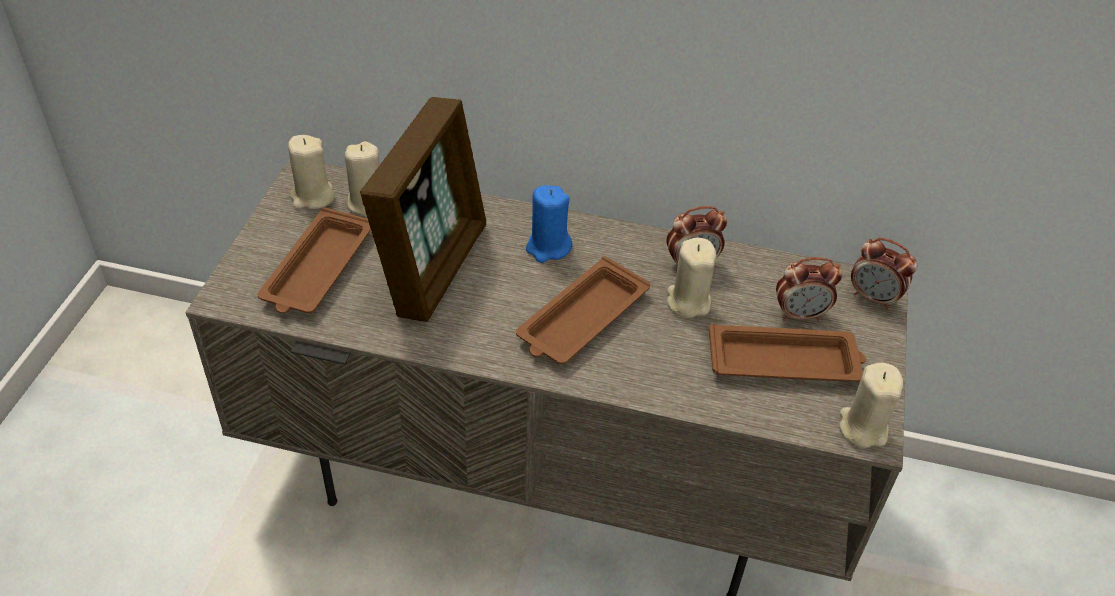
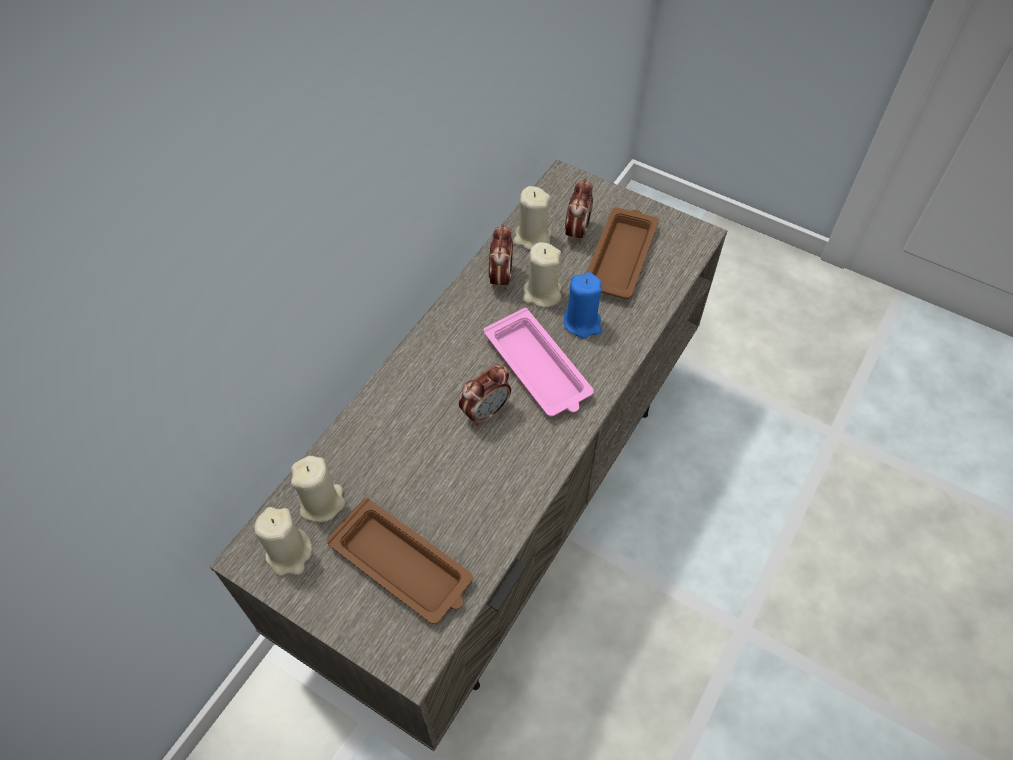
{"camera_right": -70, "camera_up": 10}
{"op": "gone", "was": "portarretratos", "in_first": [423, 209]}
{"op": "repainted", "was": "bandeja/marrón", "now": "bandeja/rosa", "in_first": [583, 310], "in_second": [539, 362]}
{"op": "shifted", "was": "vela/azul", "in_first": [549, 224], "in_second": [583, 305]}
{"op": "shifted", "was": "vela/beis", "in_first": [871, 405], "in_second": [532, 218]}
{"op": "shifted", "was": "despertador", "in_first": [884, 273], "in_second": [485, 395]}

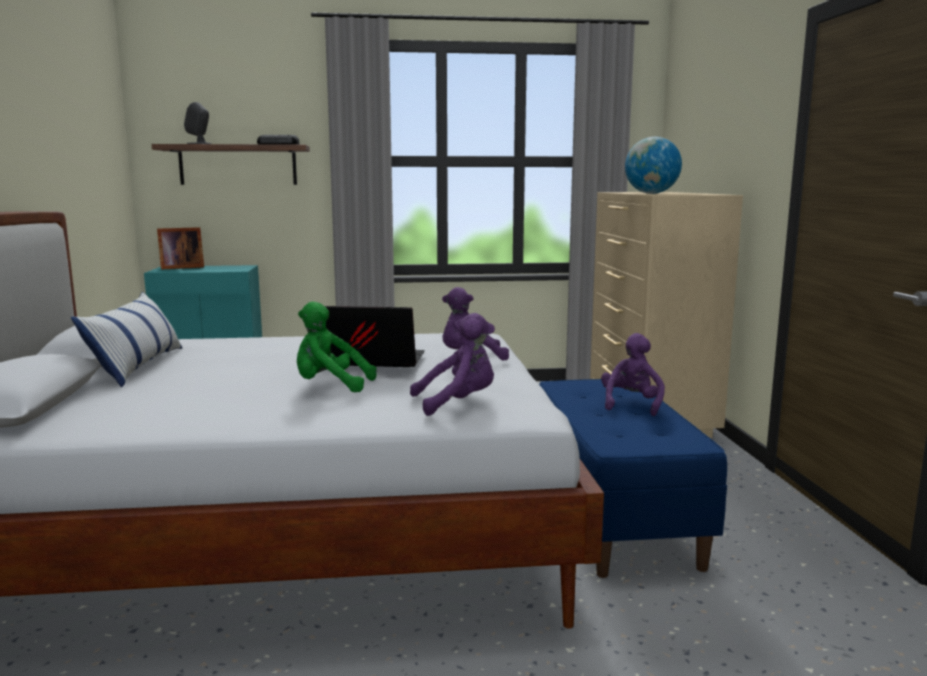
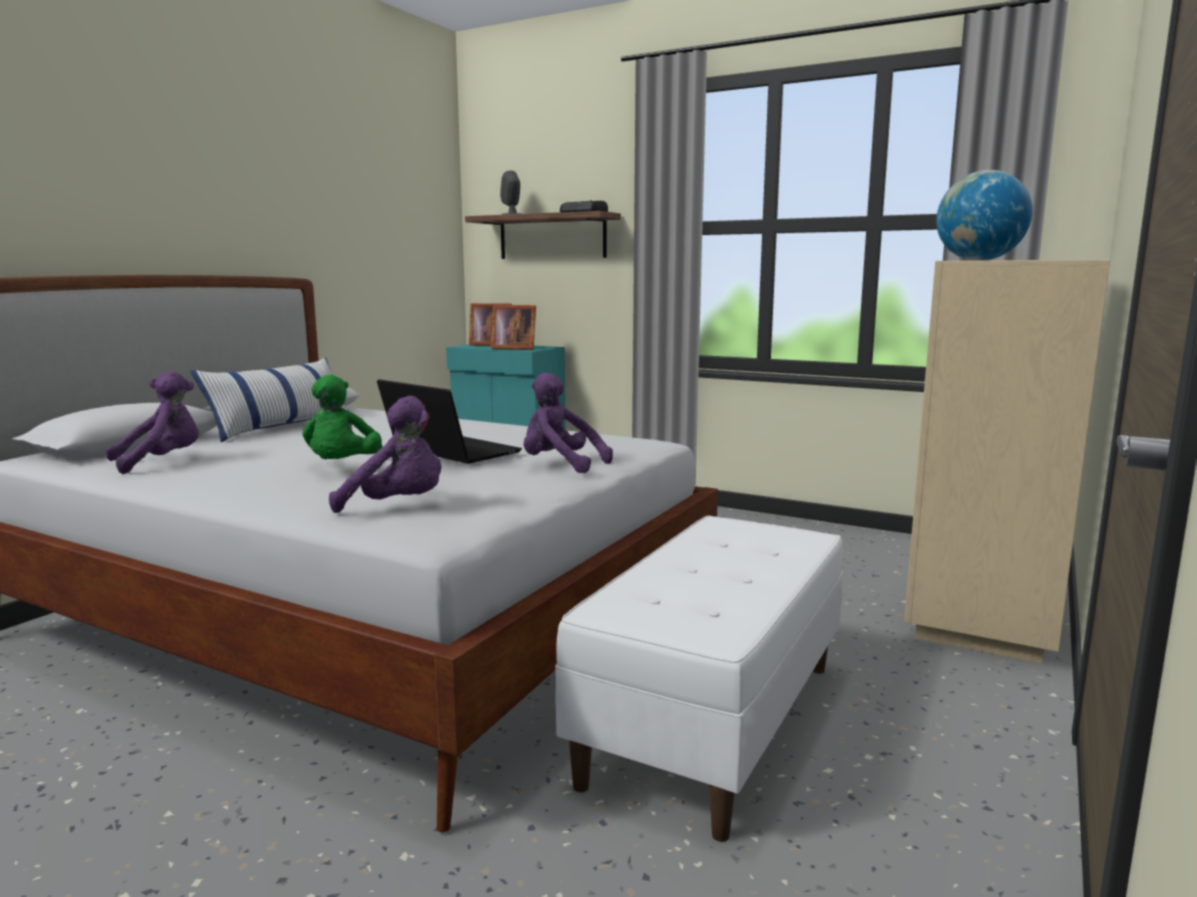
{"camera_right": 35, "camera_up": 0}
{"op": "rotated", "was": "peluche/verde", "in_first": [337, 346], "in_second": [342, 417], "clockwise": -135}
{"op": "repainted", "was": "banco/azul", "now": "banco/blanco", "in_first": [633, 478], "in_second": [699, 679]}
{"op": "shifted", "was": "peluche/morado", "in_first": [633, 374], "in_second": [152, 422]}
{"op": "new", "now": "portarretratos", "in_second": [513, 327]}

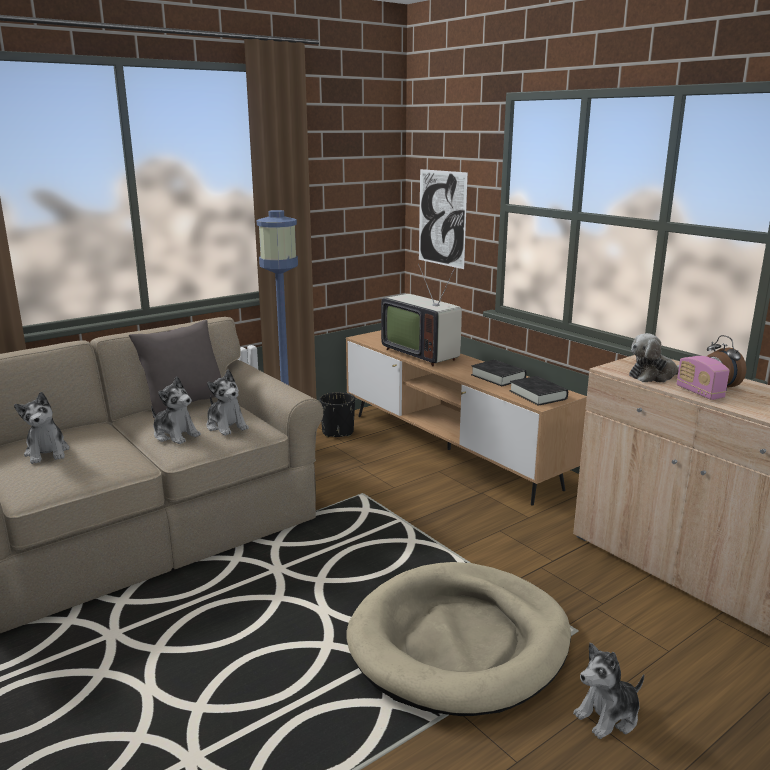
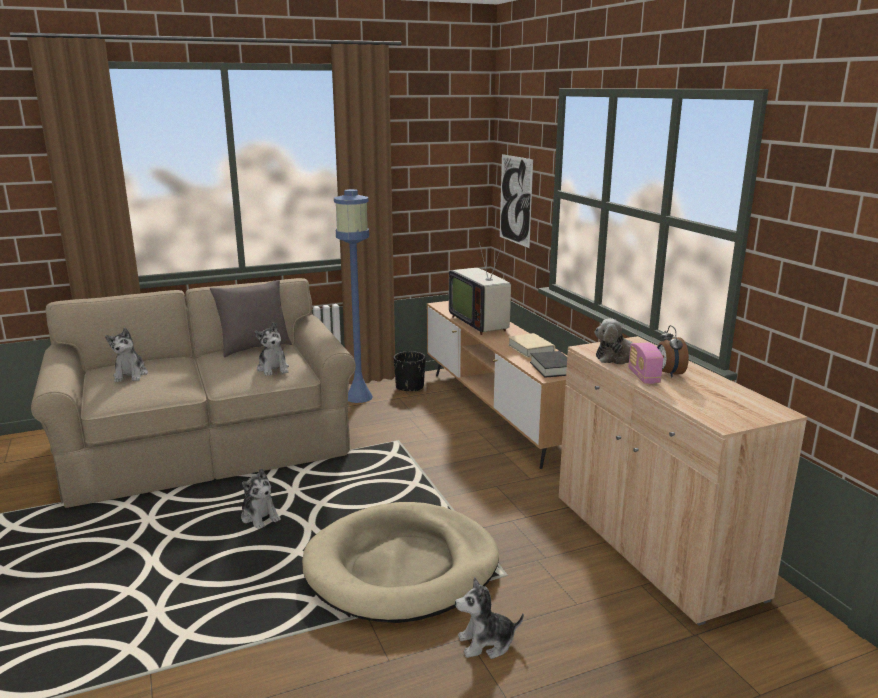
{"camera_right": 15, "camera_up": 0}
{"op": "shifted", "was": "peluche", "in_first": [176, 410], "in_second": [261, 498]}
{"op": "repainted", "was": "libro/negro", "now": "libro/beis", "in_first": [499, 373], "in_second": [531, 345]}

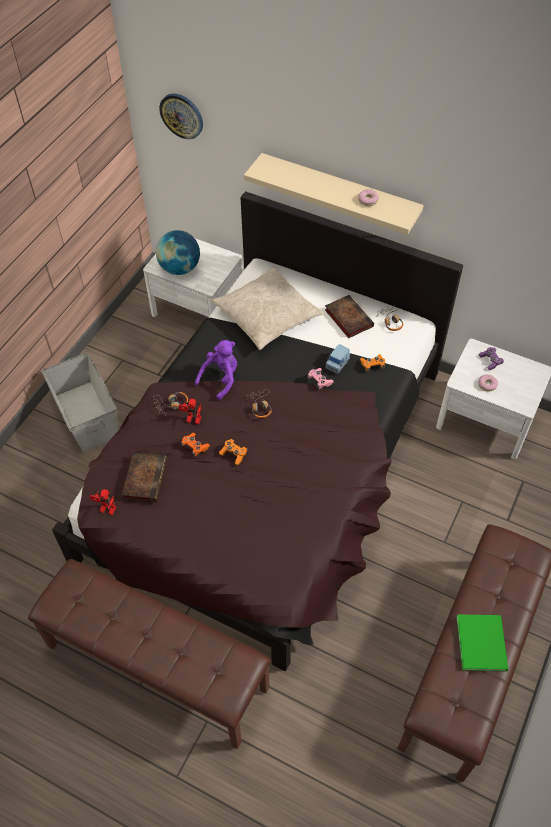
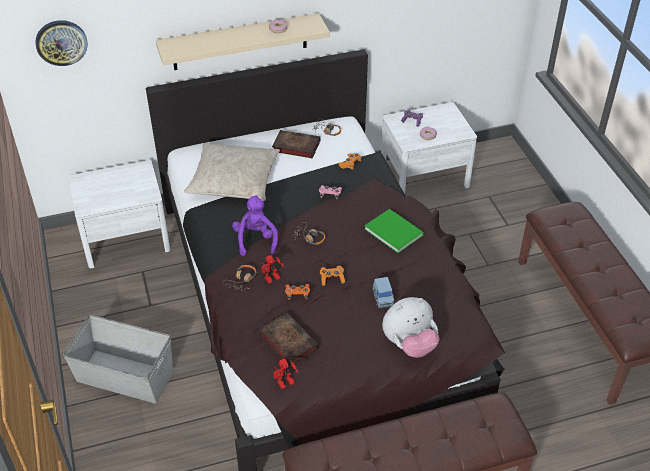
{"camera_right": -45, "camera_up": -10}
{"op": "gone", "was": "globo terráqueo", "in_first": [178, 252]}
{"op": "shifted", "was": "coche de juguete/azul", "in_first": [337, 359], "in_second": [383, 292]}
{"op": "shifted", "was": "libro/verde", "in_first": [482, 643], "in_second": [394, 231]}
{"op": "new", "now": "peluche", "in_second": [410, 327]}

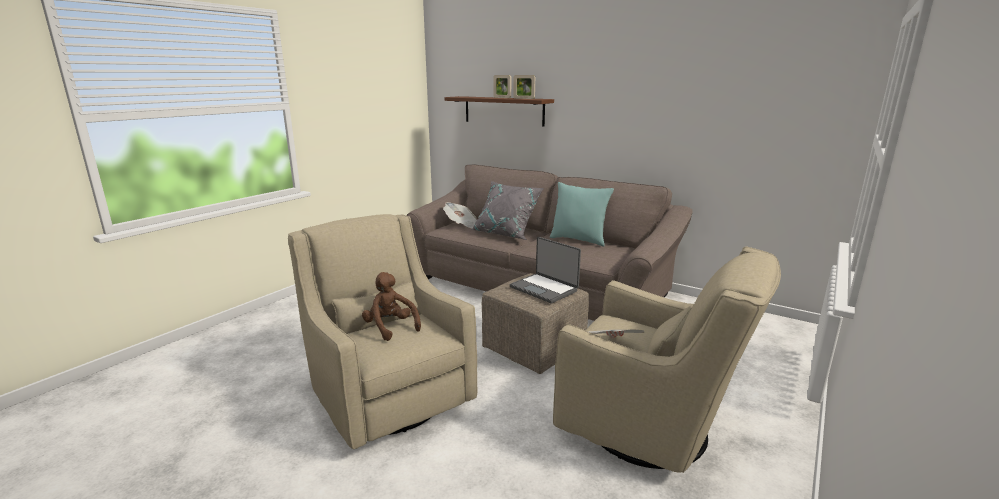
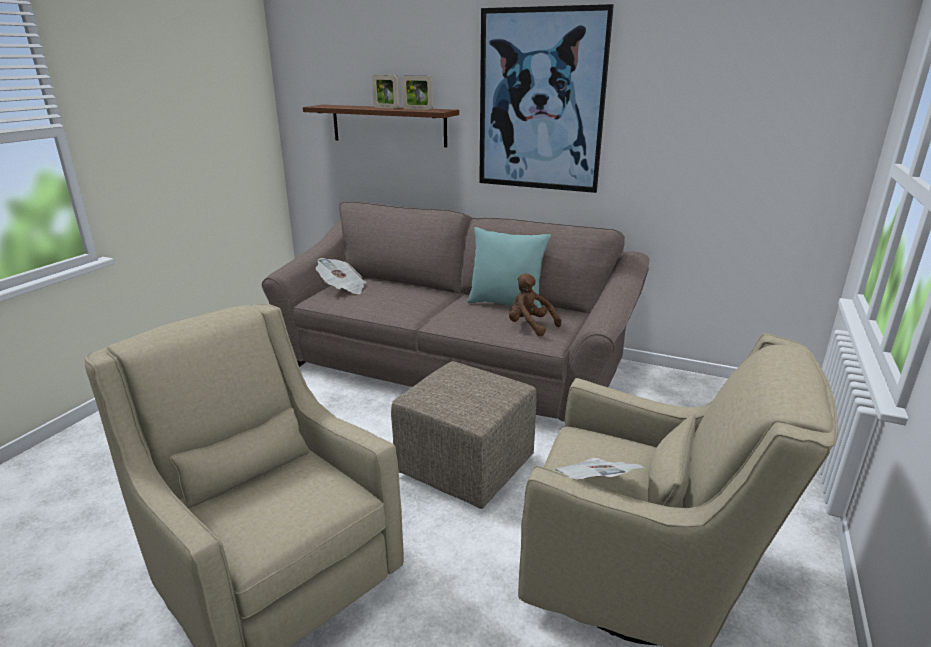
{"camera_right": -10, "camera_up": 5}
{"op": "shifted", "was": "peluche/marrón", "in_first": [391, 306], "in_second": [535, 304]}
{"op": "gone", "was": "cojín/gris", "in_first": [507, 210]}
{"op": "gone", "was": "portátil", "in_first": [545, 270]}
{"op": "new", "now": "cuadro", "in_second": [546, 98]}

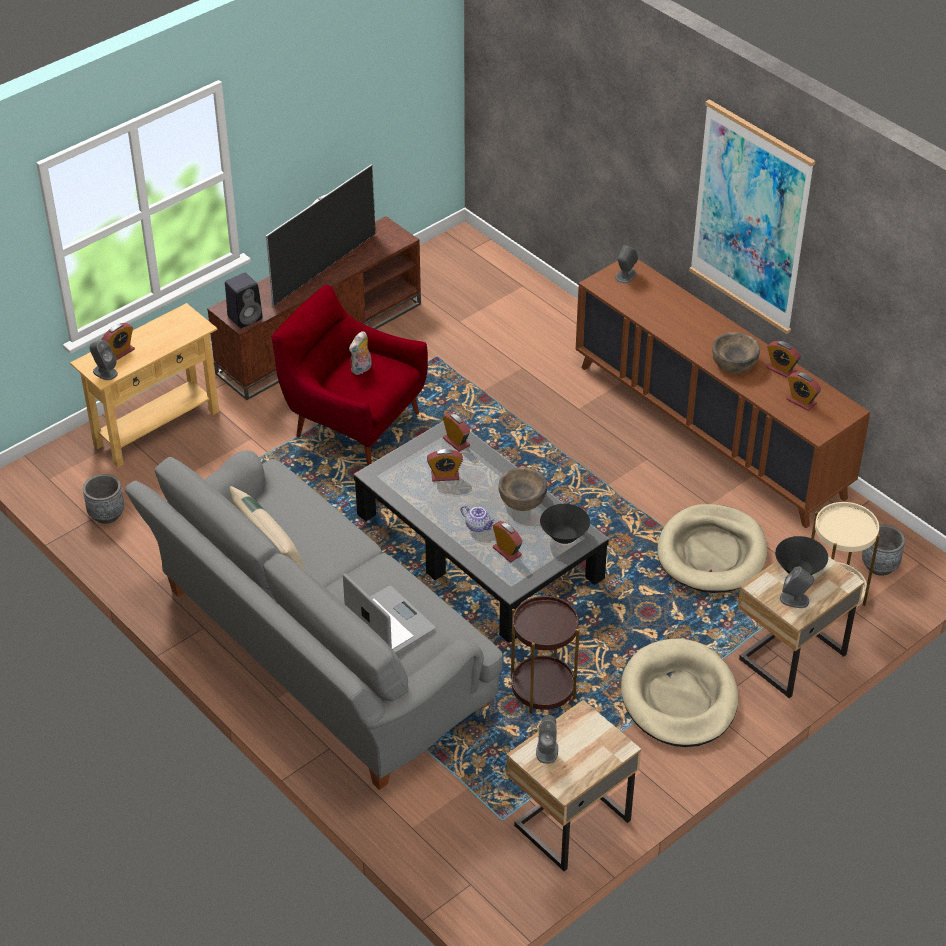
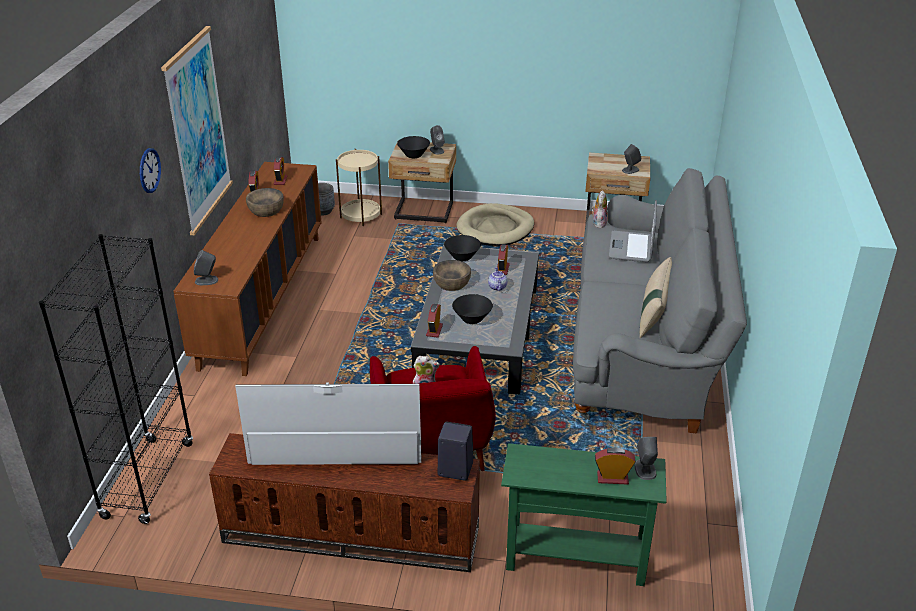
{"camera_right": -130, "camera_up": -10}
{"op": "repainted", "was": "mesa consola/beis", "now": "mesa consola/verde", "in_first": [144, 385], "in_second": [584, 514]}
{"op": "gone", "was": "maceta/gris", "in_first": [103, 499]}
{"op": "swapped", "was": "despertador", "now": "cuenco/negro", "in_first": [445, 465], "in_second": [472, 309]}
{"op": "gone", "was": "mesa auxiliar/marrón", "in_first": [545, 654]}
{"op": "gone", "was": "cama para perro/beis", "in_first": [712, 548]}
{"op": "new", "now": "estantería/negro", "in_second": [116, 379]}
{"op": "new", "now": "reloj de pared", "in_second": [150, 170]}
{"op": "new", "now": "peluche", "in_second": [599, 209]}

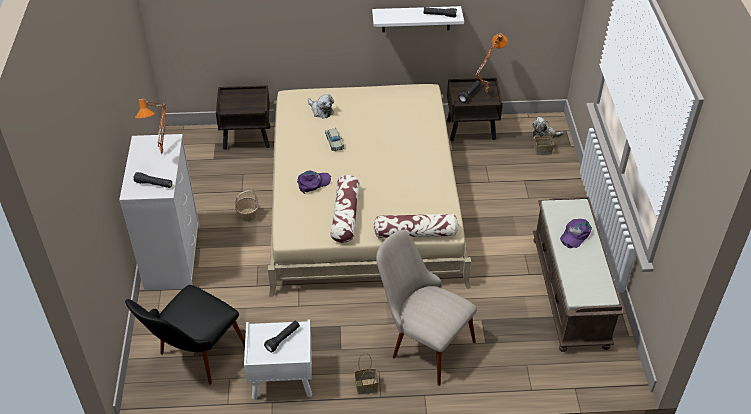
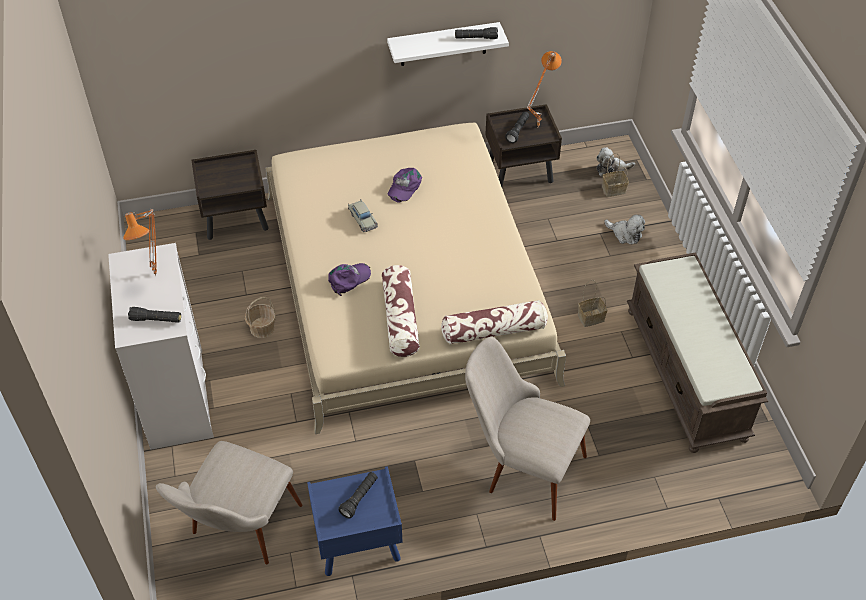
{"camera_right": -10, "camera_up": 5}
{"op": "repainted", "was": "silla/negro", "now": "silla/beis", "in_first": [185, 334], "in_second": [229, 503]}
{"op": "repainted", "was": "mesita de noche/blanco", "now": "mesita de noche/azul", "in_first": [278, 359], "in_second": [355, 521]}
{"op": "shifted", "was": "peluche", "in_first": [321, 106], "in_second": [625, 229]}
{"op": "shifted", "was": "cesta", "in_first": [366, 373], "in_second": [592, 303]}
{"op": "shifted", "was": "gorra/morado", "in_first": [576, 233], "in_second": [405, 185]}

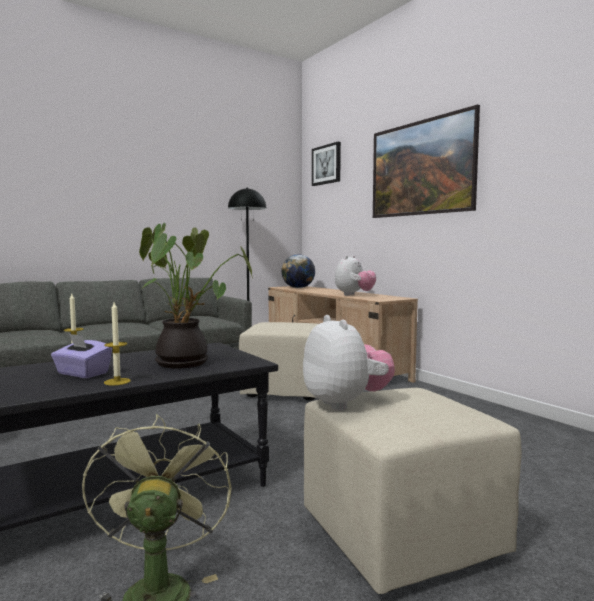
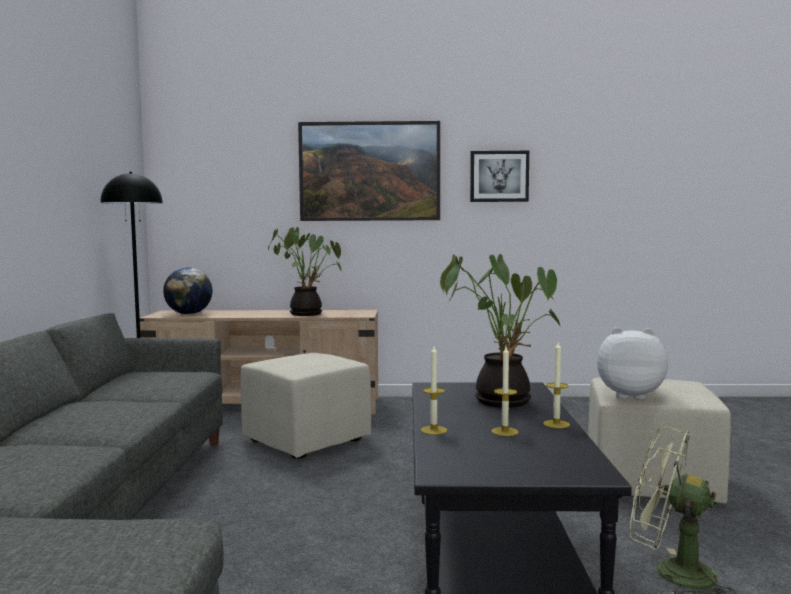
{"camera_right": -55, "camera_up": 0}
{"op": "swapped", "was": "caja de pañuelos/morado", "now": "vela", "in_first": [81, 355], "in_second": [505, 391]}
{"op": "shifted", "was": "cuadro", "in_first": [326, 164], "in_second": [499, 176]}
{"op": "swapped", "was": "peluche", "now": "planta en maceta", "in_first": [355, 275], "in_second": [305, 271]}

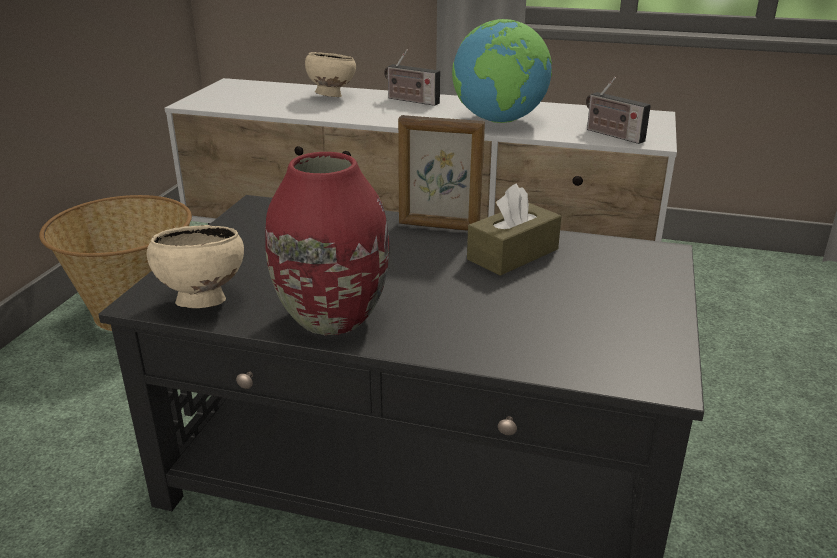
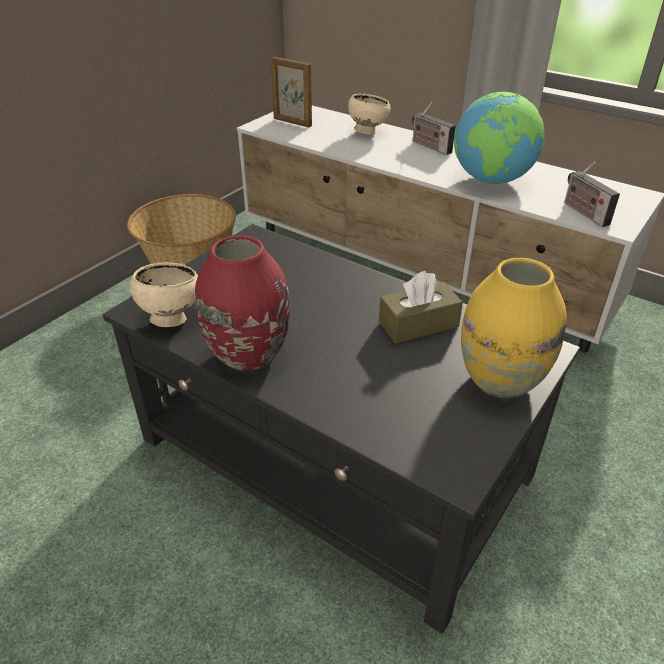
{"camera_right": 20, "camera_up": 10}
{"op": "shifted", "was": "portarretratos", "in_first": [441, 173], "in_second": [291, 92]}
{"op": "new", "now": "florero/amarillo", "in_second": [514, 328]}

